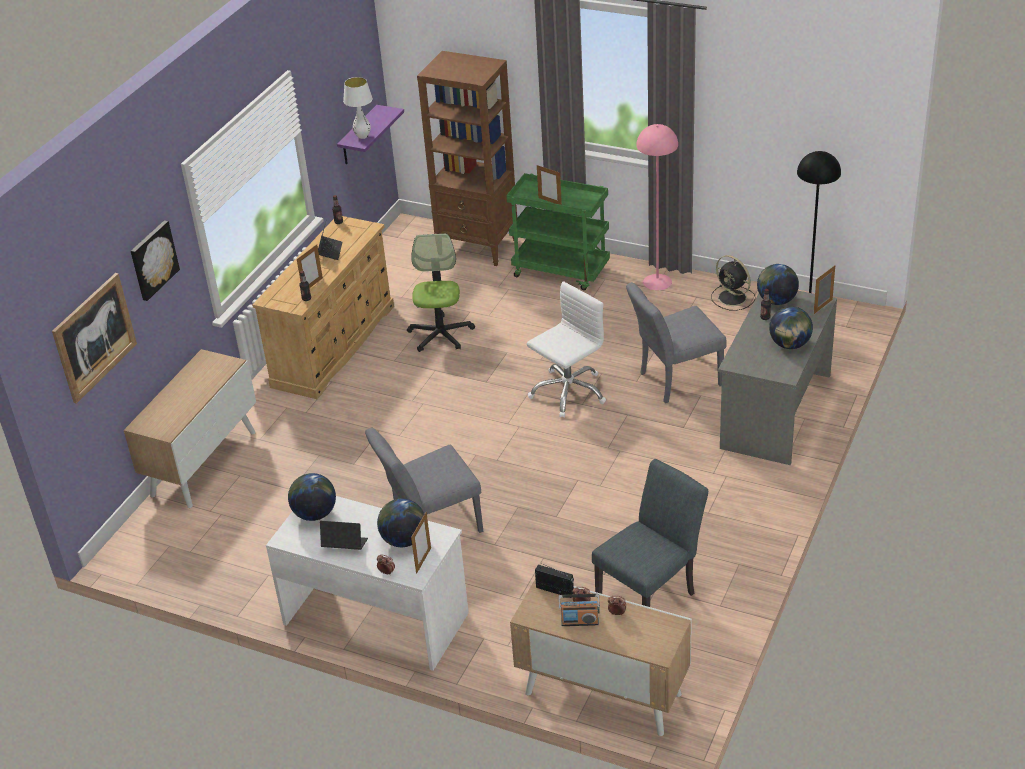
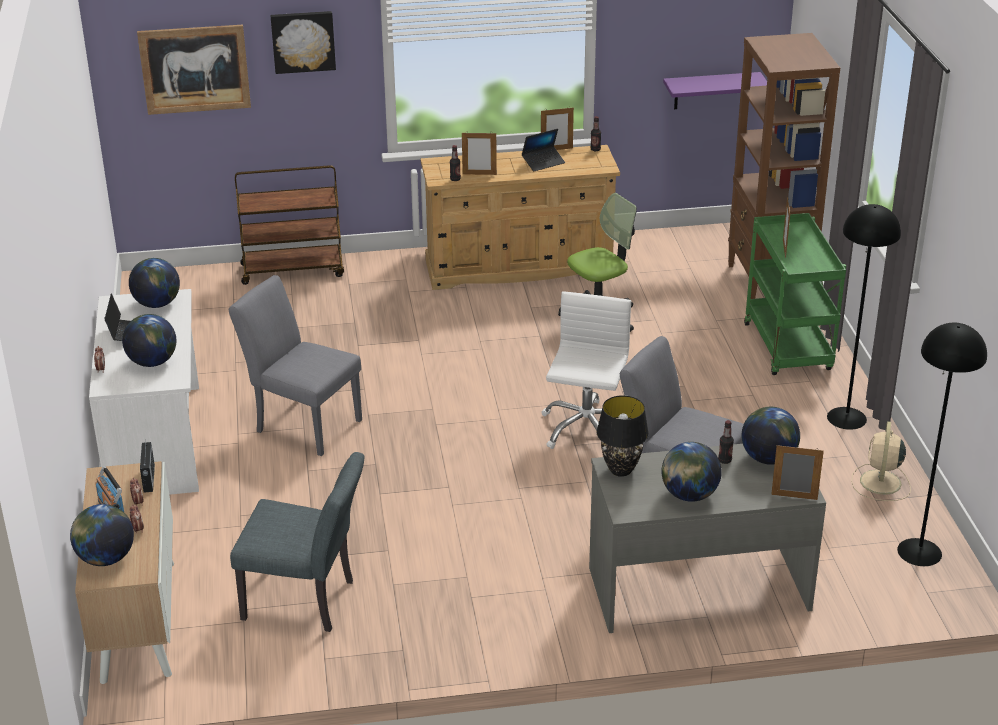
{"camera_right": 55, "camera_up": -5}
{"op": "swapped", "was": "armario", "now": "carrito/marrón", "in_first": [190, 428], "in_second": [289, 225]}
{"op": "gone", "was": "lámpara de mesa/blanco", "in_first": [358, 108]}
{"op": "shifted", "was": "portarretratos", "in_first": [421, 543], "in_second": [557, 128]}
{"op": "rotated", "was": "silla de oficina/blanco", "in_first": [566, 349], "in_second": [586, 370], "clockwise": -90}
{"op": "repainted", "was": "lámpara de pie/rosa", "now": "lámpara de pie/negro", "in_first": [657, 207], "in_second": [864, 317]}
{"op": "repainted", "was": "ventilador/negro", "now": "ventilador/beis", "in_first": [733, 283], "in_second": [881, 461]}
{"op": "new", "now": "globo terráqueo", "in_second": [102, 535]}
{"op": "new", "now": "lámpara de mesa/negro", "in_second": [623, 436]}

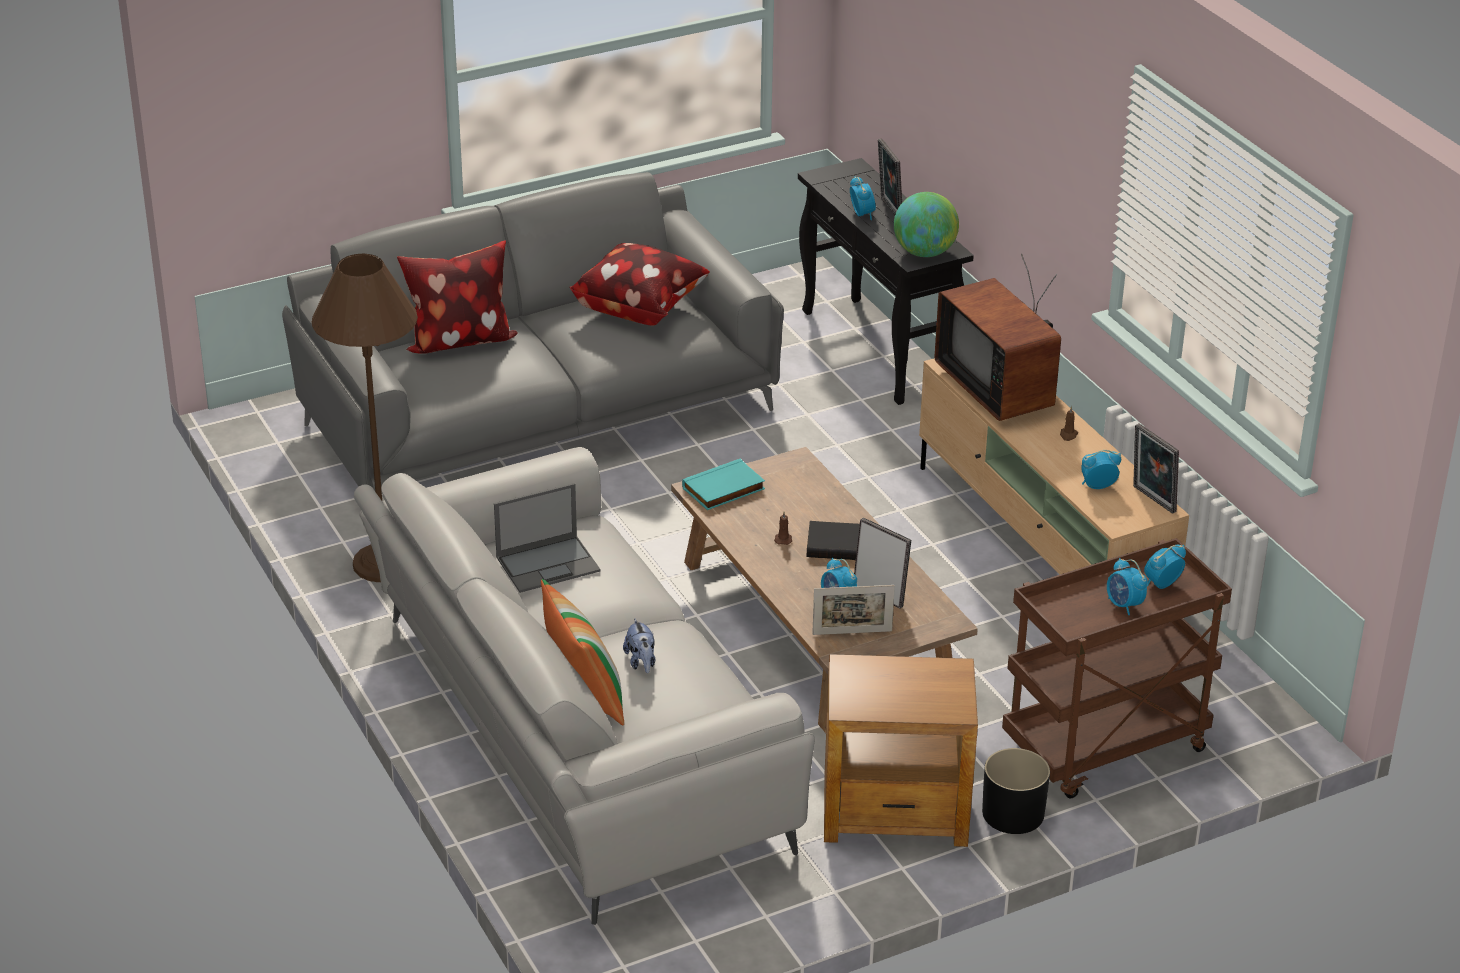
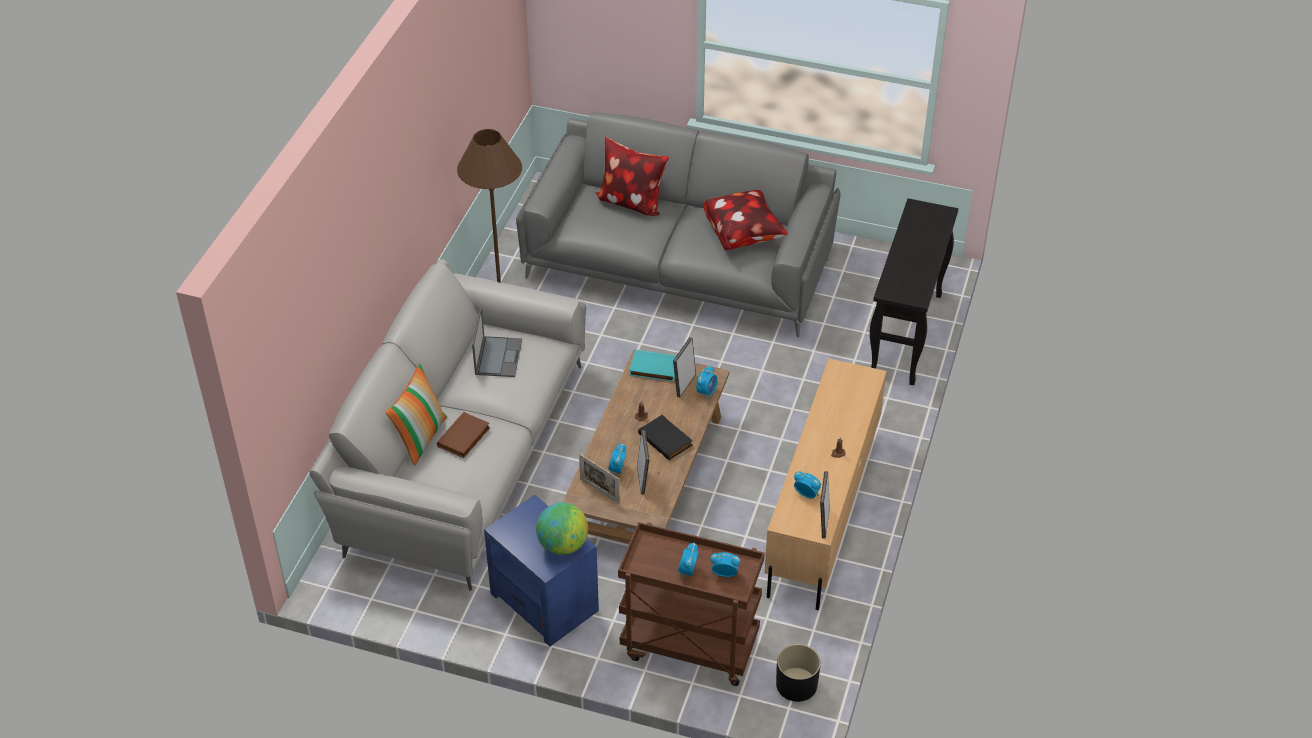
{"camera_right": 45, "camera_up": 10}
{"op": "rotated", "was": "portátil", "in_first": [547, 538], "in_second": [497, 342], "clockwise": -105}
{"op": "swapped", "was": "peluche", "now": "libro/marrón", "in_first": [639, 645], "in_second": [463, 435]}
{"op": "repainted", "was": "mesa auxiliar/marrón", "now": "mesa auxiliar/azul", "in_first": [901, 750], "in_second": [541, 571]}
{"op": "shifted", "was": "despertador", "in_first": [863, 198], "in_second": [706, 382]}
{"op": "shifted", "was": "portarretratos", "in_first": [890, 176], "in_second": [684, 367]}
{"op": "shifted", "was": "globo terráqueo", "in_first": [926, 224], "in_second": [562, 529]}
{"op": "gone", "was": "televisor", "in_first": [997, 337]}
{"op": "shifted", "was": "maceta/negro", "in_first": [1016, 791], "in_second": [798, 673]}

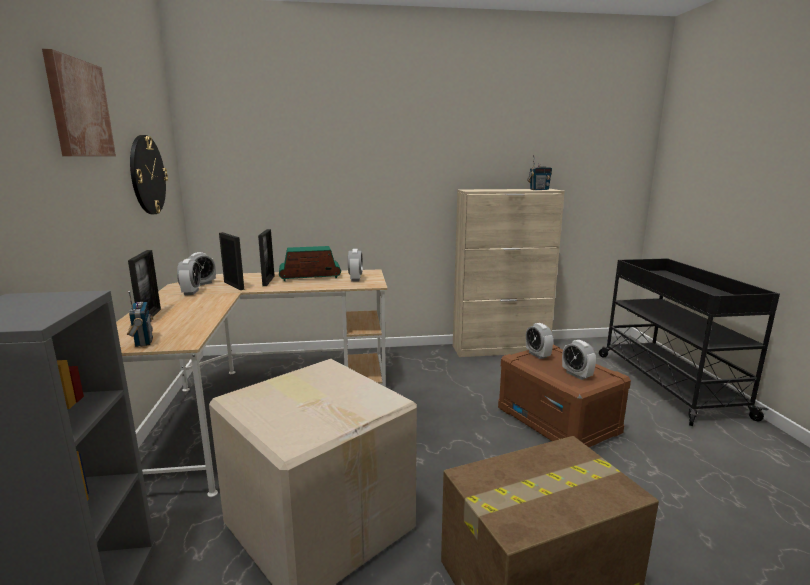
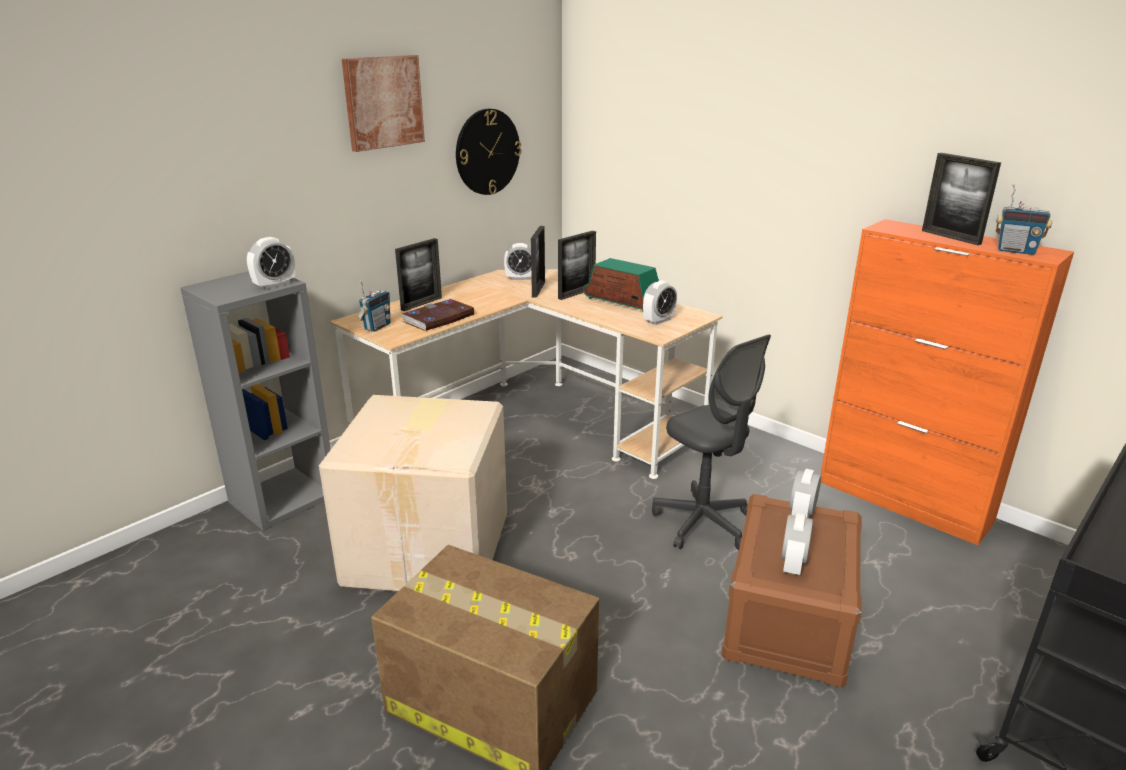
{"camera_right": 50, "camera_up": 10}
{"op": "shifted", "was": "despertador", "in_first": [189, 277], "in_second": [271, 263]}
{"op": "repainted", "was": "armario/beis", "now": "armario/naranja", "in_first": [509, 273], "in_second": [947, 382]}
{"op": "new", "now": "libro", "in_second": [438, 315]}
{"op": "new", "now": "silla de oficina/gris", "in_second": [711, 442]}
{"op": "new", "now": "portarretratos", "in_second": [961, 199]}

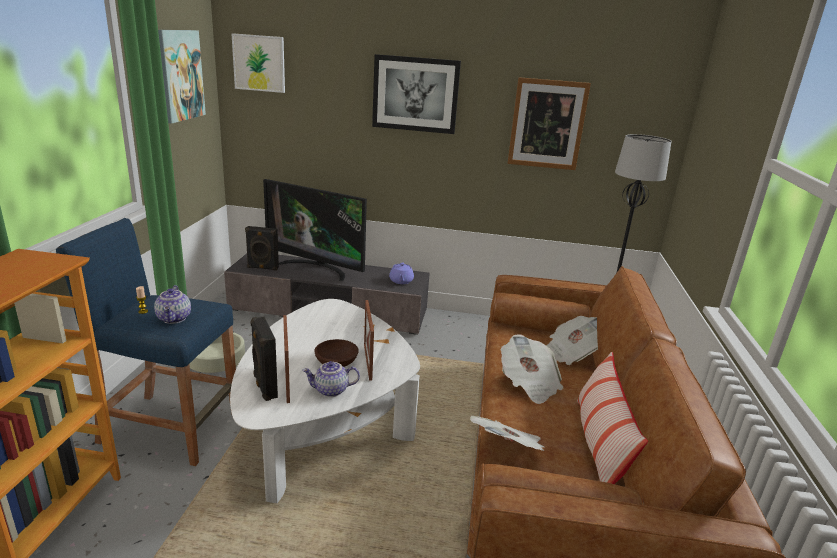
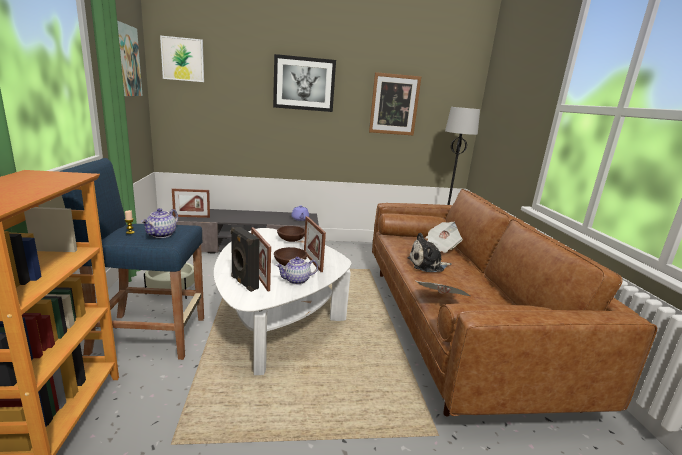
{"camera_right": -15, "camera_up": -5}
{"op": "rotated", "was": "tetera", "in_first": [172, 304], "in_second": [159, 223], "clockwise": 45}
{"op": "swapped", "was": "altavoz/negro", "now": "portarretratos", "in_first": [262, 248], "in_second": [191, 203]}
{"op": "gone", "was": "televisor", "in_first": [315, 230]}
{"op": "swapped", "was": "periódico", "now": "peluche", "in_first": [532, 369], "in_second": [430, 252]}
{"op": "gone", "was": "cojín", "in_first": [612, 418]}
{"op": "new", "now": "cuenco/marrón", "in_second": [291, 234]}

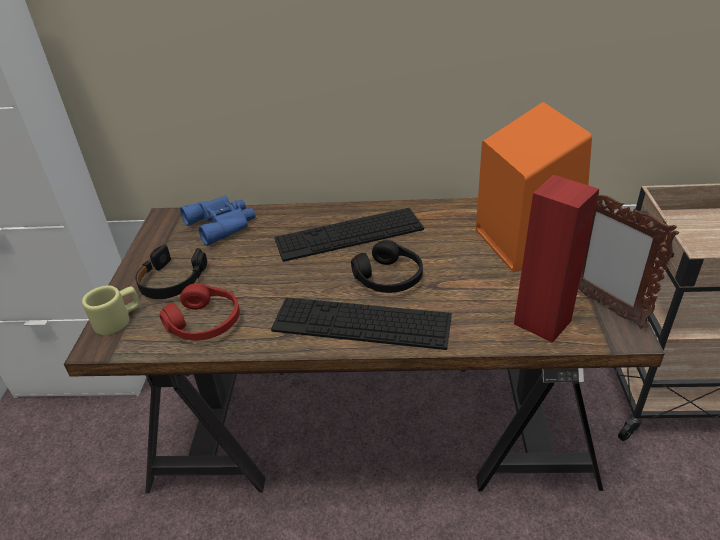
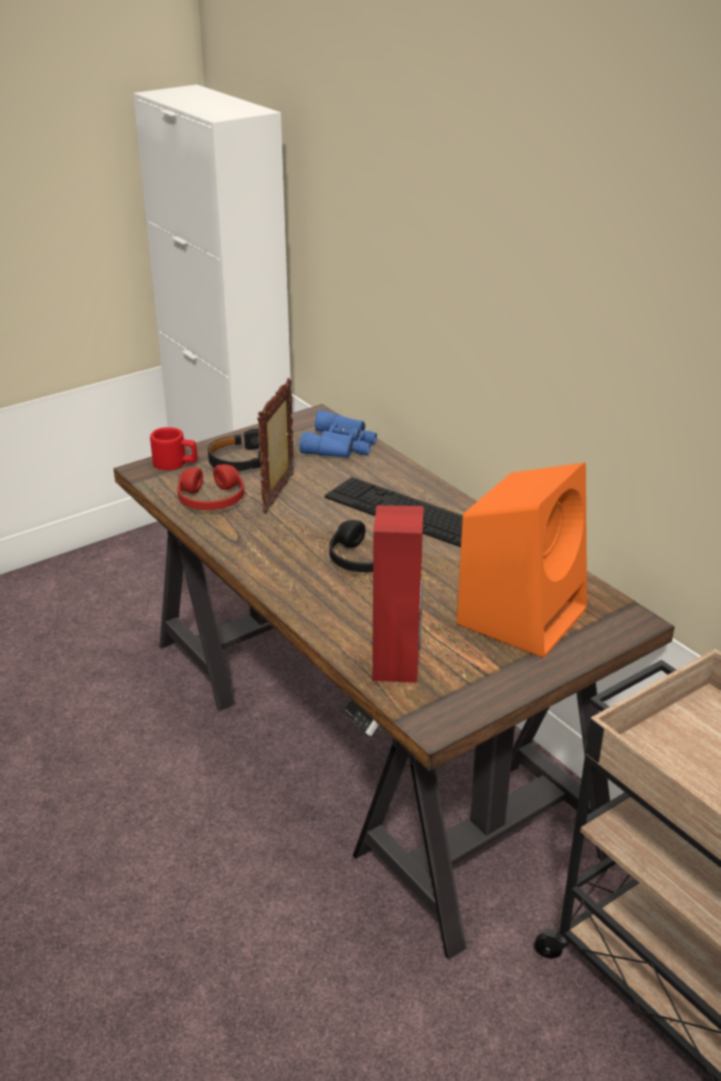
{"camera_right": 50, "camera_up": -5}
{"op": "repainted", "was": "taza grande/beis", "now": "taza grande/rojo", "in_first": [111, 310], "in_second": [173, 448]}
{"op": "gone", "was": "teclado", "in_first": [361, 323]}
{"op": "shifted", "was": "portarretratos", "in_first": [628, 261], "in_second": [275, 446]}

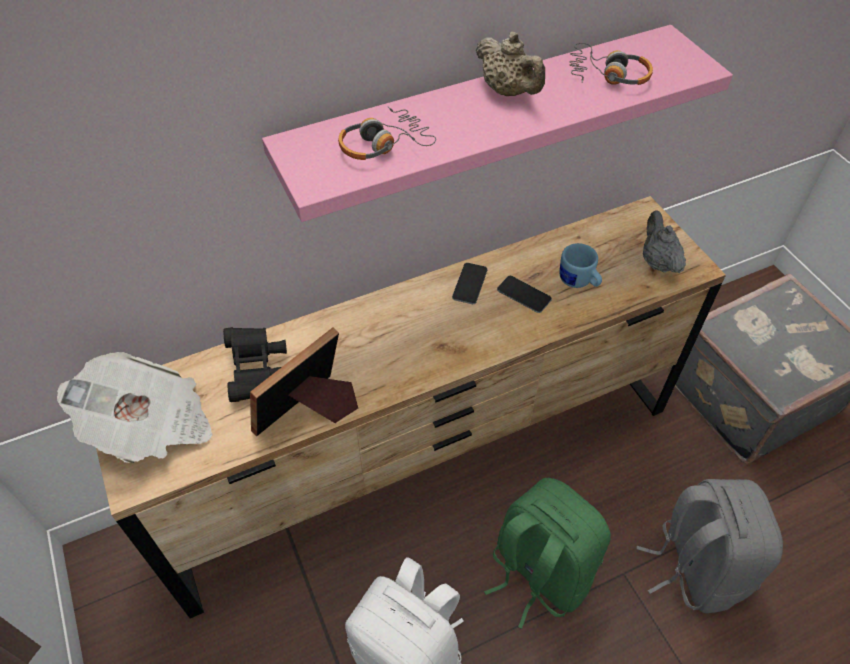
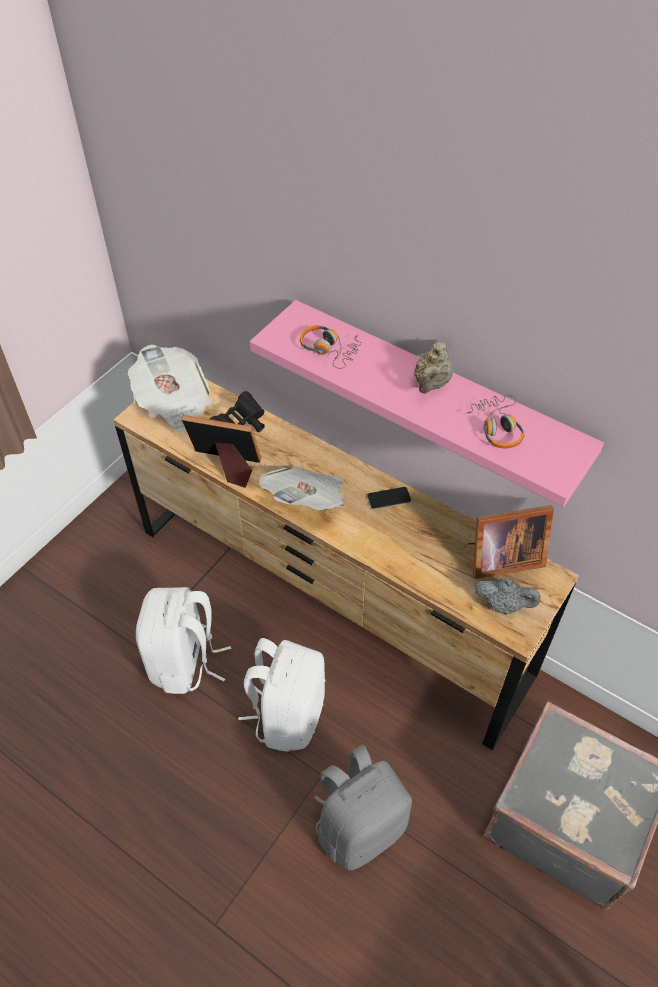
{"camera_right": 60, "camera_up": 0}
{"op": "repainted", "was": "mochila/verde", "now": "mochila/blanco", "in_first": [547, 553], "in_second": [281, 695]}
{"op": "gone", "was": "móvil", "in_first": [524, 294]}
{"op": "gone", "was": "taza grande/azul", "in_first": [580, 265]}
{"op": "rotated", "was": "tetera/gris", "in_first": [664, 241], "in_second": [507, 596], "clockwise": 60}
{"op": "new", "now": "periódico", "in_second": [302, 488]}
{"op": "new", "now": "portarretratos", "in_second": [511, 542]}

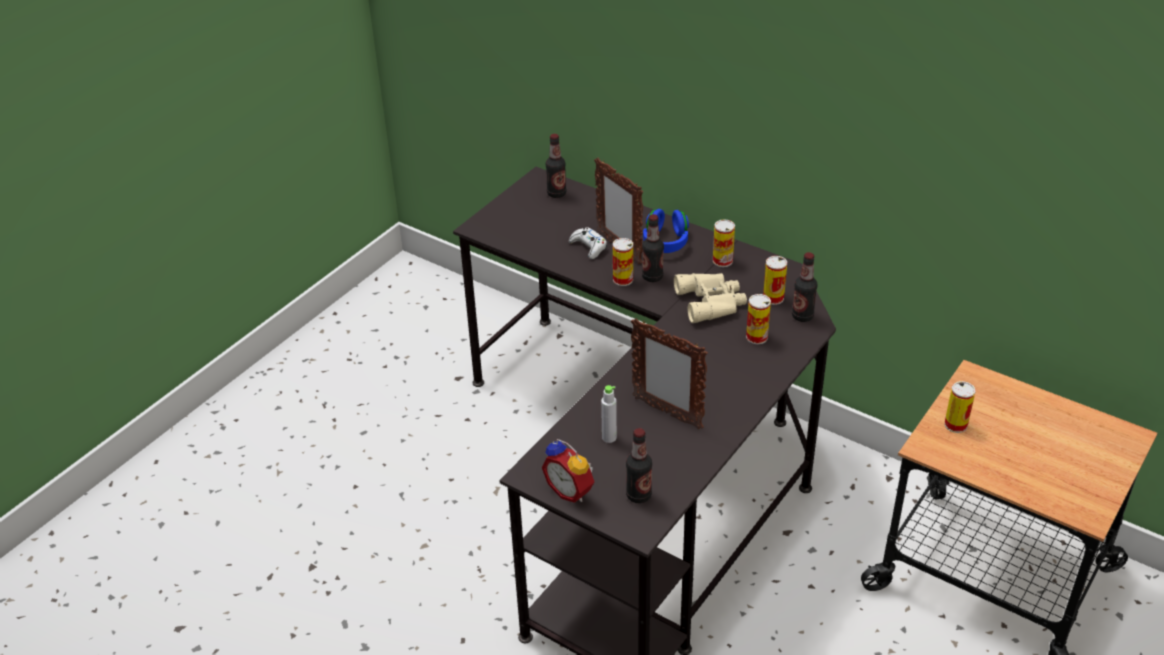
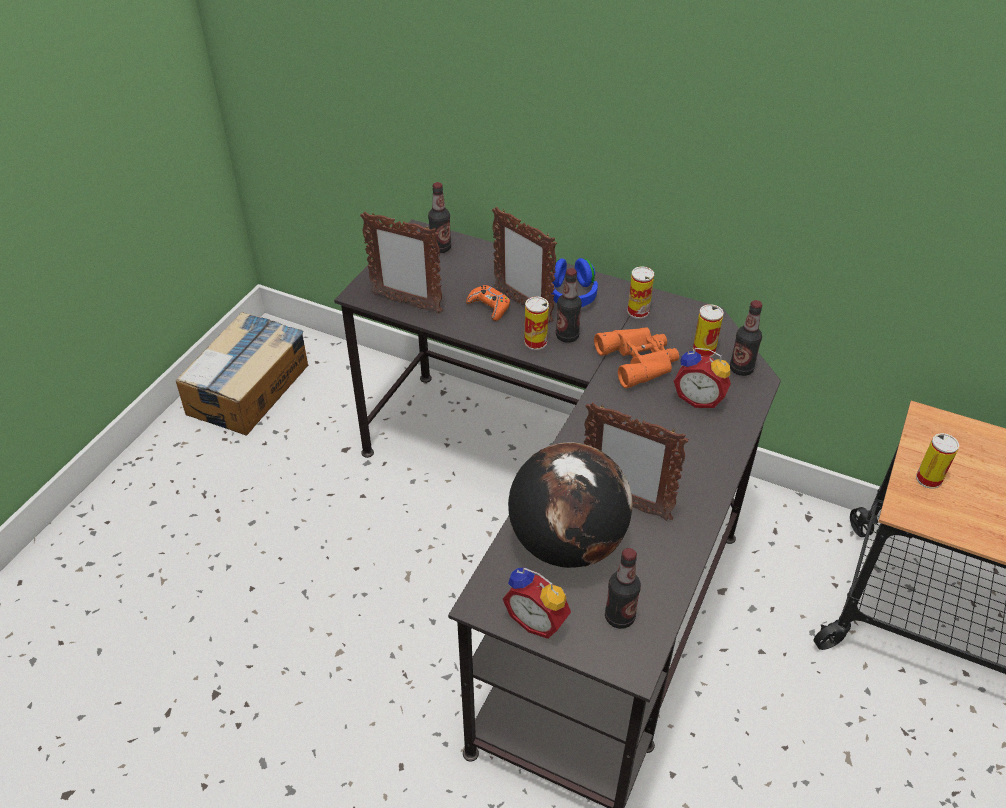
{"camera_right": -10, "camera_up": 5}
{"op": "repainted", "was": "mando de consola/blanco", "now": "mando de consola/naranja", "in_first": [588, 243], "in_second": [488, 303]}
{"op": "swapped", "was": "botella/gris", "now": "globo terráqueo", "in_first": [609, 414], "in_second": [570, 505]}
{"op": "repainted", "was": "prismáticos/beis", "now": "prismáticos/naranja", "in_first": [710, 298], "in_second": [636, 358]}
{"op": "swapped", "was": "lata", "now": "despertador", "in_first": [758, 319], "in_second": [702, 378]}
{"op": "new", "now": "caja de cartón", "in_second": [242, 374]}
{"op": "new", "now": "portarretratos", "in_second": [401, 262]}

